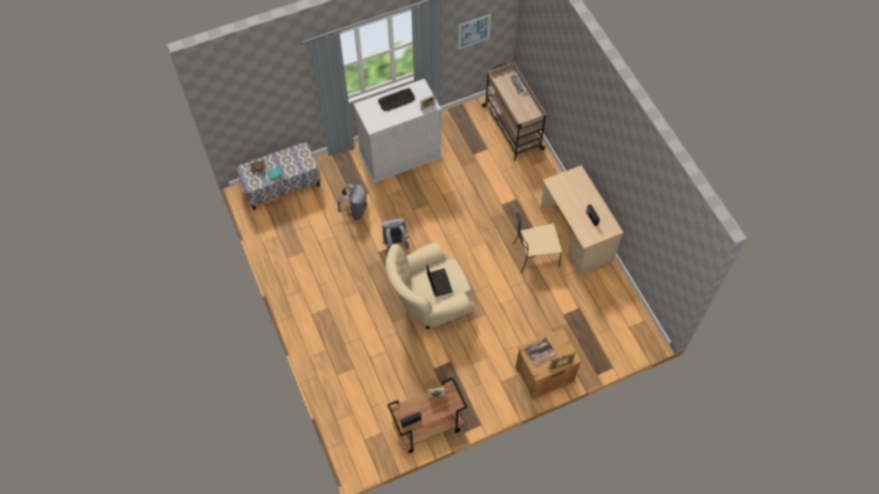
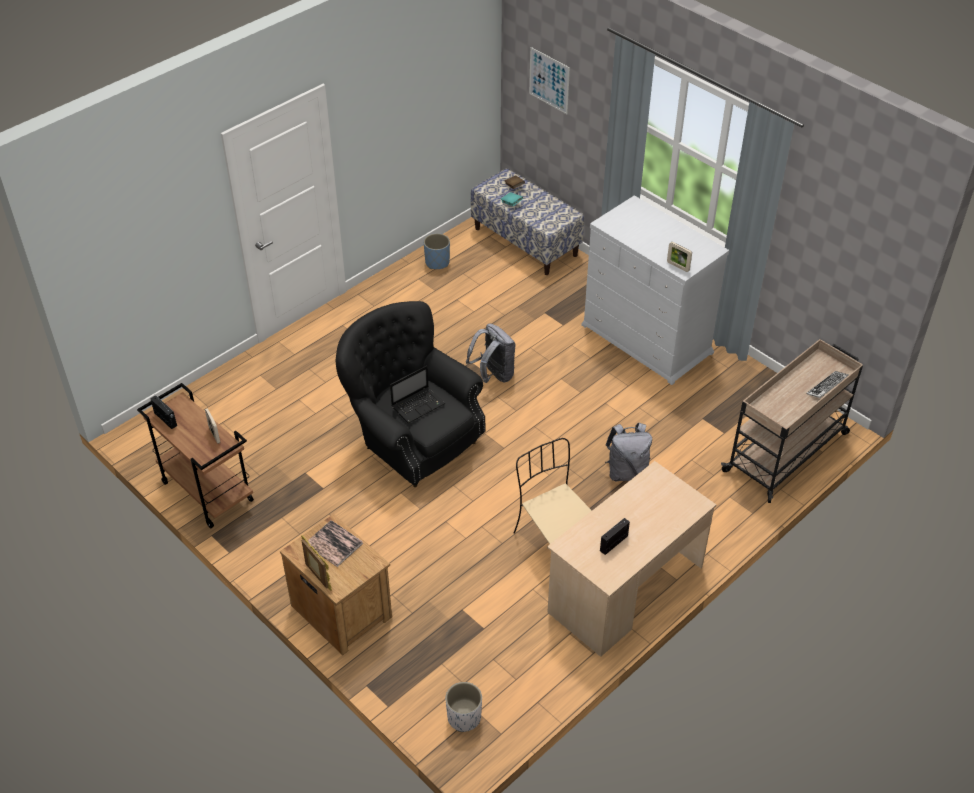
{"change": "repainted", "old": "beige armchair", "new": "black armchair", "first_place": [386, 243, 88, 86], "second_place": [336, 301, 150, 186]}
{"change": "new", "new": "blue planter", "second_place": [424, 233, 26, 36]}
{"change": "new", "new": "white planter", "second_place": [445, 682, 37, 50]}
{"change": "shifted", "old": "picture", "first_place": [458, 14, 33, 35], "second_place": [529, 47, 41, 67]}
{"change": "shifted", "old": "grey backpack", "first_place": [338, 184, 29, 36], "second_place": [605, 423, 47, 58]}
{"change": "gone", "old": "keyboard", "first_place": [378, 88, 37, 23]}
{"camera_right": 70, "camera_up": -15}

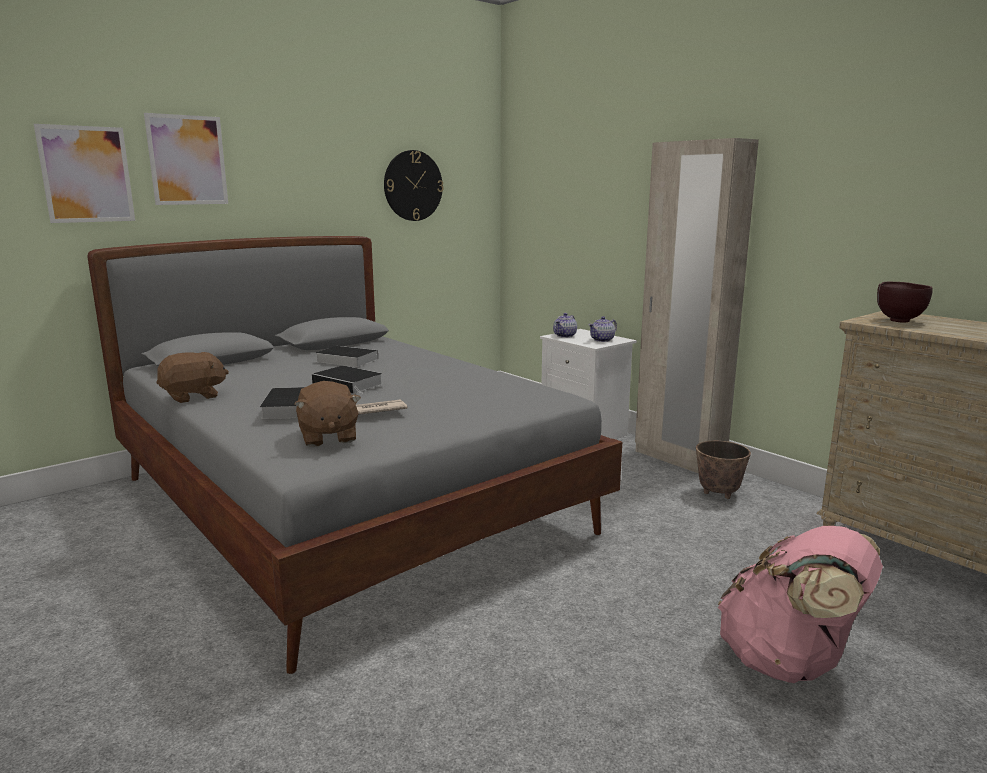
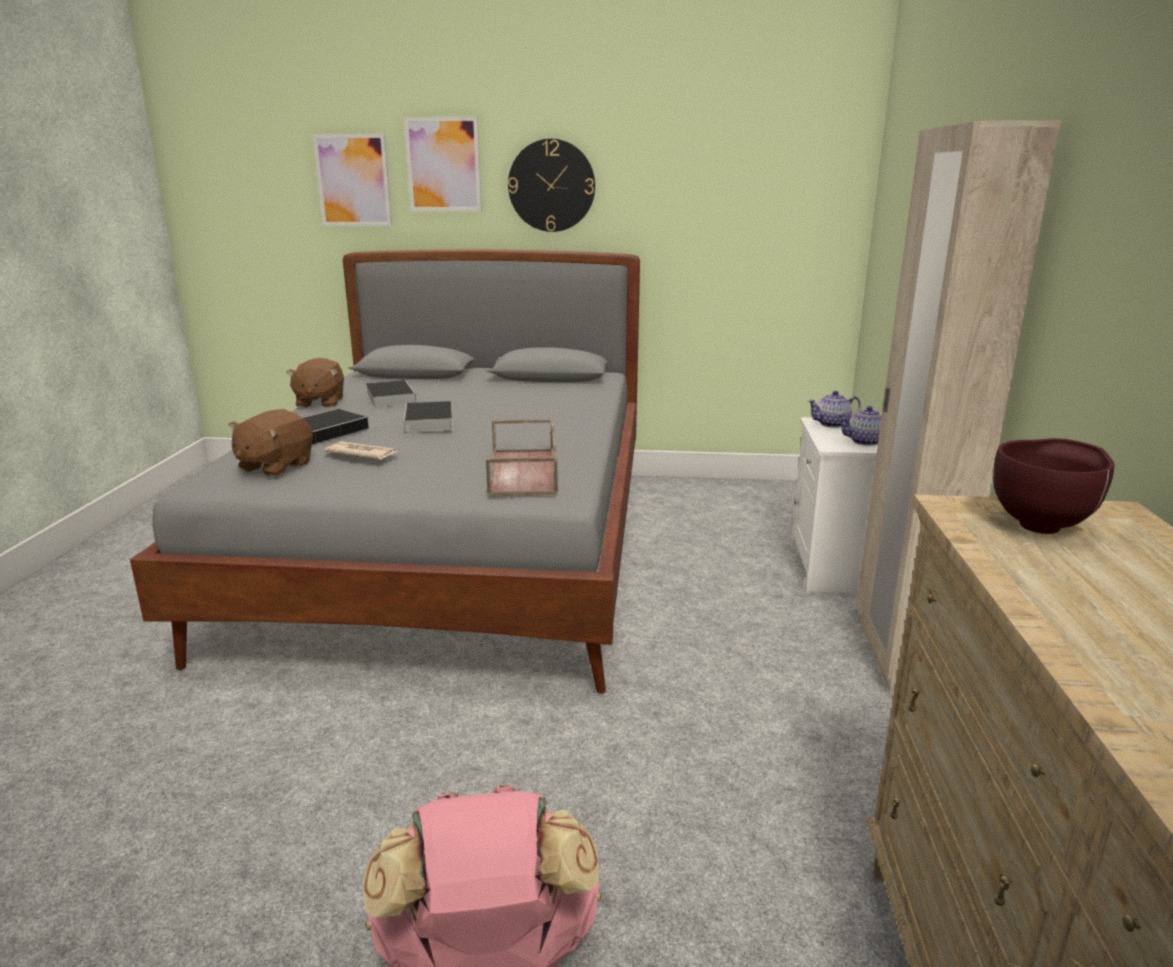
{"change": "rotated", "old": "brown plush toy", "first_place": [156, 352, 73, 51], "second_place": [286, 358, 58, 50], "degrees": 75}
{"change": "shifted", "old": "book", "first_place": [316, 346, 62, 21], "second_place": [366, 380, 50, 28]}
{"change": "new", "new": "brown tray", "second_place": [486, 419, 72, 78]}
{"change": "shifted", "old": "wall clock", "first_place": [384, 150, 60, 71], "second_place": [508, 139, 87, 93]}
{"change": "gone", "old": "planter", "first_place": [696, 441, 55, 58]}
{"camera_right": 45, "camera_up": 5}

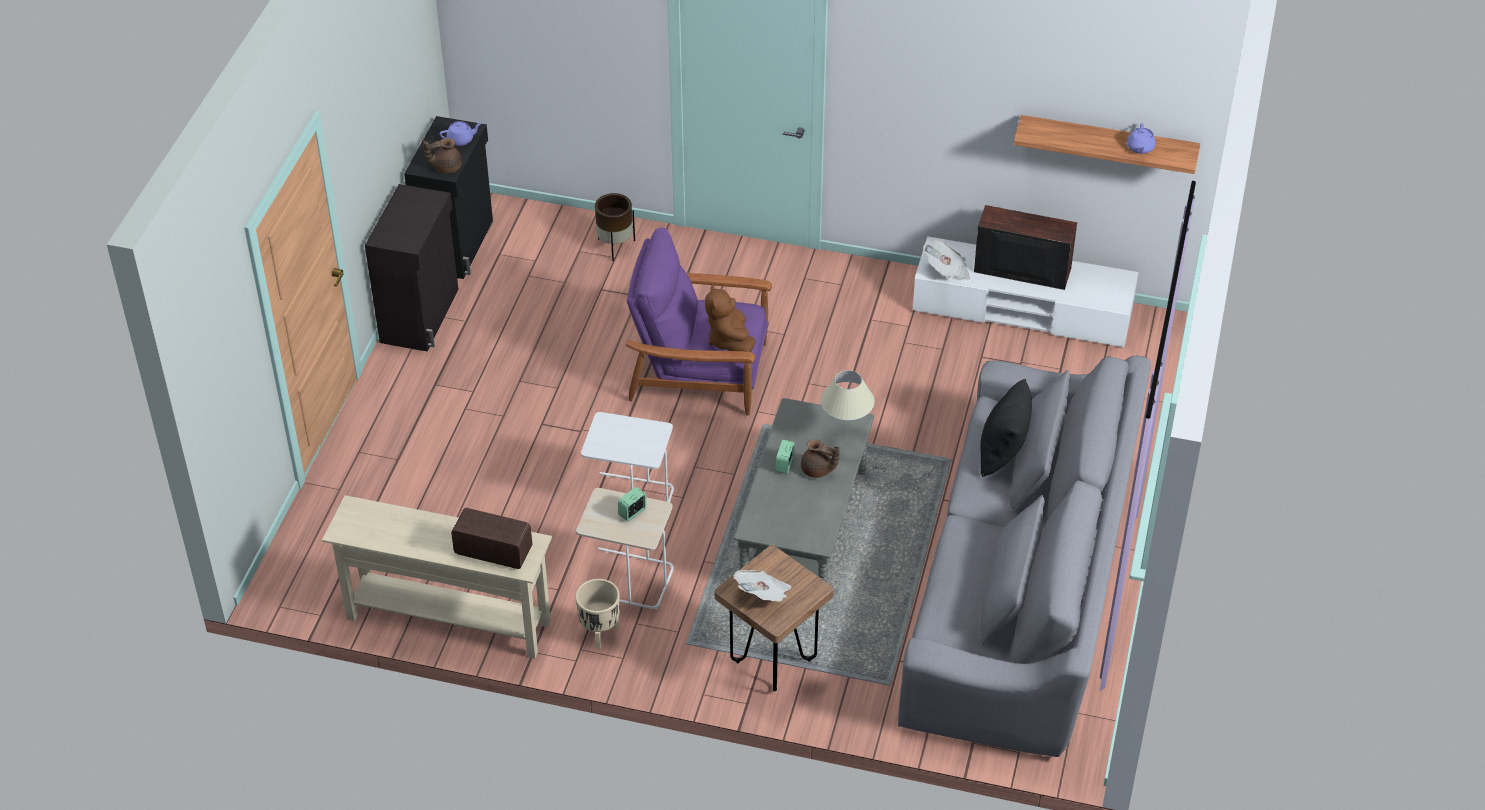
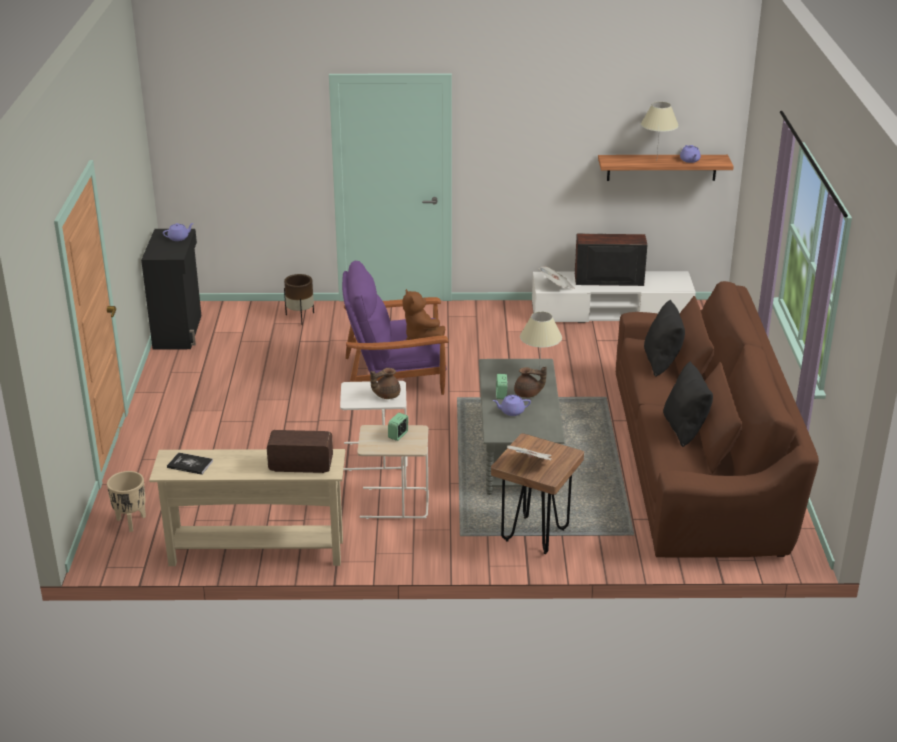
{"change": "shifted", "old": "beige planter", "first_place": [576, 579, 44, 70], "second_place": [107, 471, 39, 61]}
{"change": "new", "new": "book", "second_place": [167, 452, 46, 23]}
{"change": "shifted", "old": "brown teapot", "first_place": [423, 138, 39, 35], "second_place": [370, 368, 30, 31]}
{"change": "new", "new": "purple teapot", "second_place": [493, 395, 38, 21]}
{"change": "repainted", "old": "grey sofa", "new": "brown sofa", "first_place": [898, 355, 253, 402], "second_place": [616, 281, 203, 277]}
{"change": "new", "new": "beige table lamp", "second_place": [641, 102, 38, 52]}
{"change": "new", "new": "black pillow", "second_place": [663, 361, 50, 86]}
{"change": "gone", "old": "black cabinet", "first_place": [365, 184, 94, 167]}
{"camera_right": -15, "camera_up": -15}

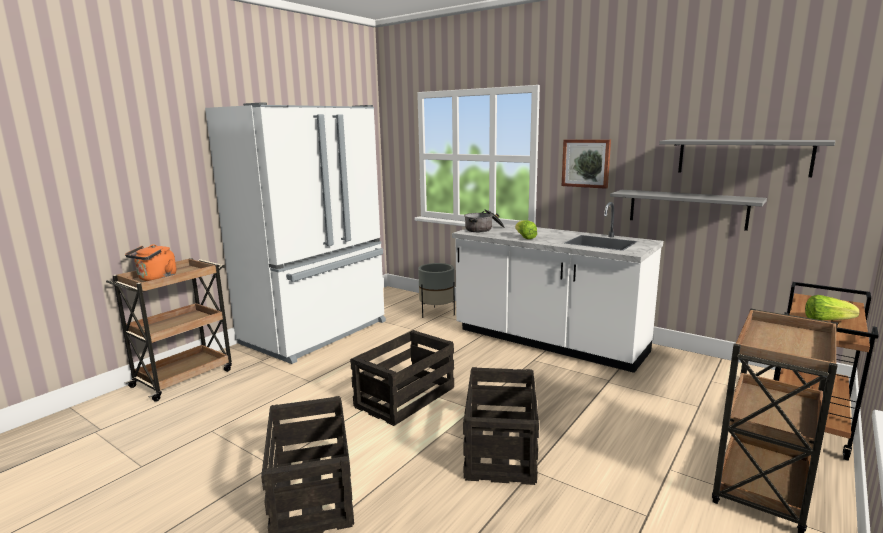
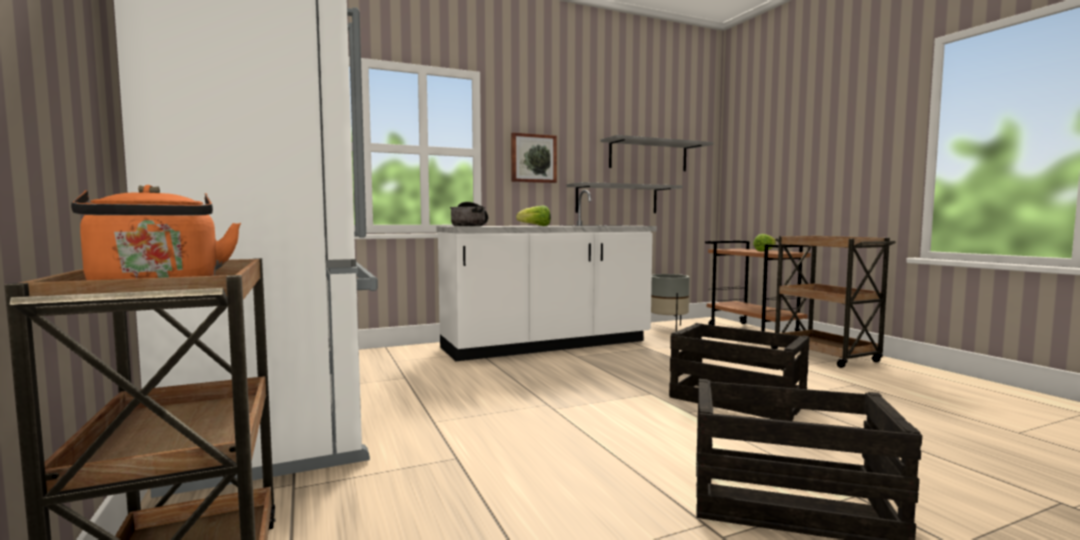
{"change": "shifted", "old": "grey planter", "first_place": [418, 263, 37, 55], "second_place": [651, 274, 38, 58]}
{"change": "gone", "old": "crate", "first_place": [350, 330, 104, 96]}
{"camera_right": -60, "camera_up": -10}

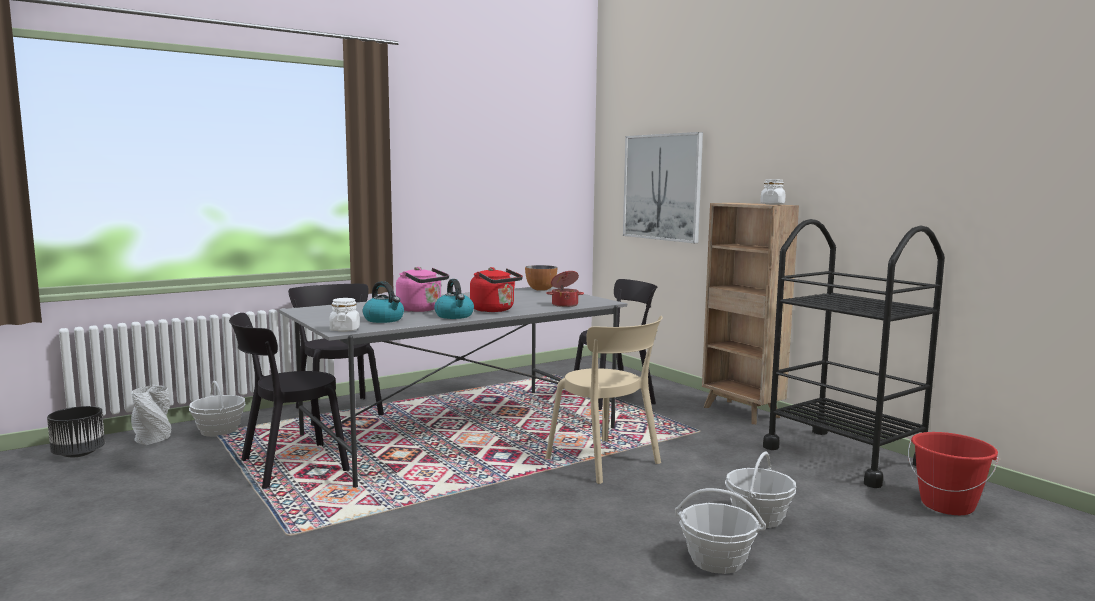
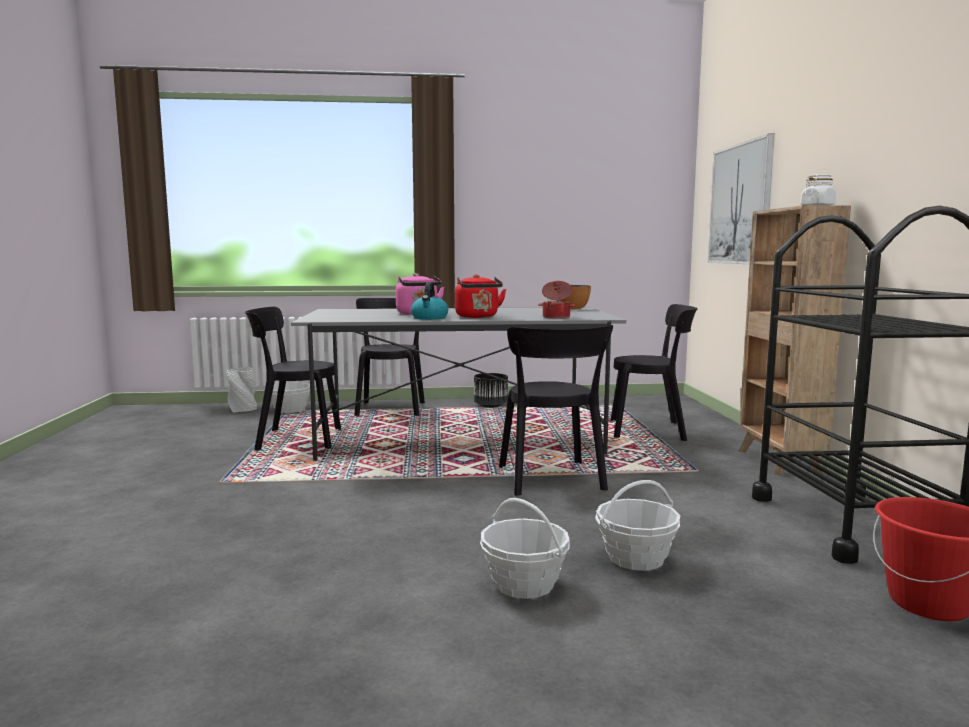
{"change": "shifted", "old": "black planter", "first_place": [47, 406, 58, 51], "second_place": [474, 373, 34, 35]}
{"change": "repainted", "old": "beige chair", "new": "black chair", "first_place": [546, 316, 117, 168], "second_place": [499, 325, 114, 171]}
{"change": "gone", "old": "white jar", "first_place": [329, 298, 31, 34]}
{"change": "gone", "old": "kettle", "first_place": [363, 281, 41, 42]}
{"camera_right": 30, "camera_up": 0}

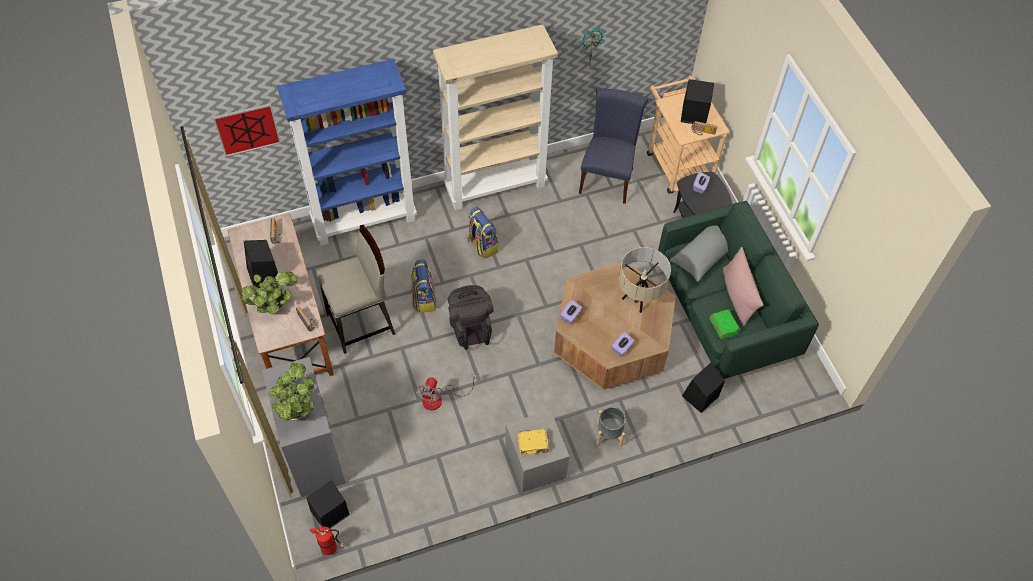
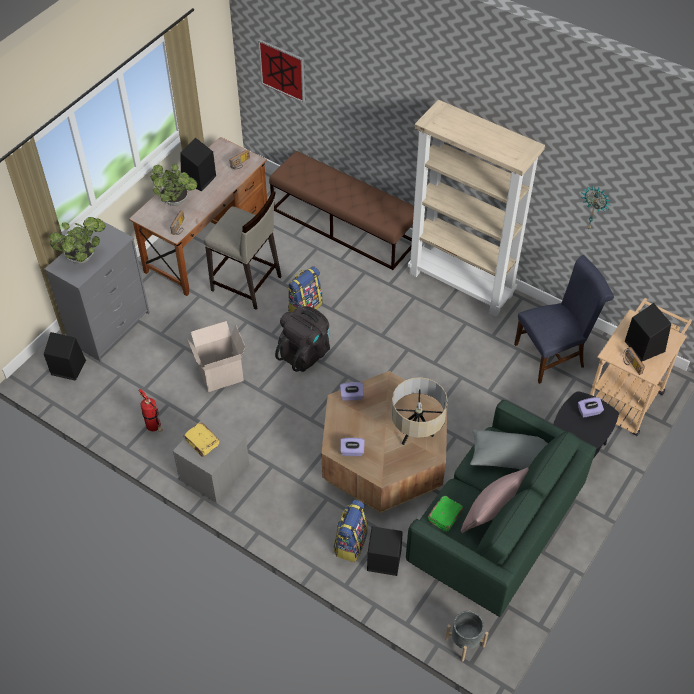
{"change": "shifted", "old": "fire extinguisher", "first_place": [310, 526, 34, 29], "second_place": [139, 389, 24, 43]}
{"change": "swapped", "old": "fan", "new": "cardboard box", "first_place": [416, 374, 61, 36], "second_place": [188, 321, 57, 71]}
{"change": "swapped", "old": "blue bookcase", "new": "brown bench", "first_place": [277, 59, 140, 187], "second_place": [269, 151, 145, 119]}
{"change": "shifted", "old": "backpack", "first_place": [468, 207, 30, 52], "second_place": [334, 500, 34, 62]}
{"change": "shifted", "old": "grey planter", "first_place": [597, 407, 29, 40], "second_place": [445, 611, 43, 51]}
{"camera_right": 55, "camera_up": -5}

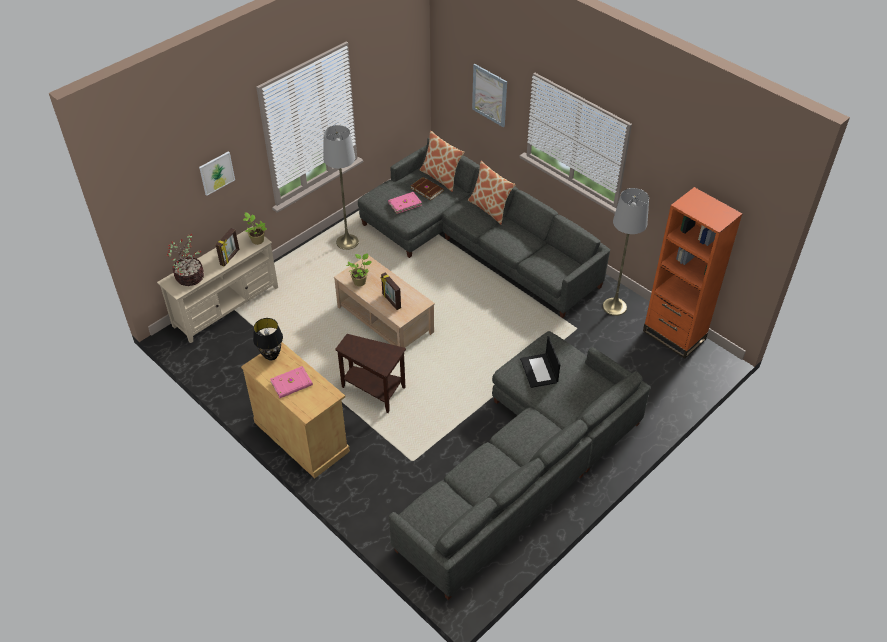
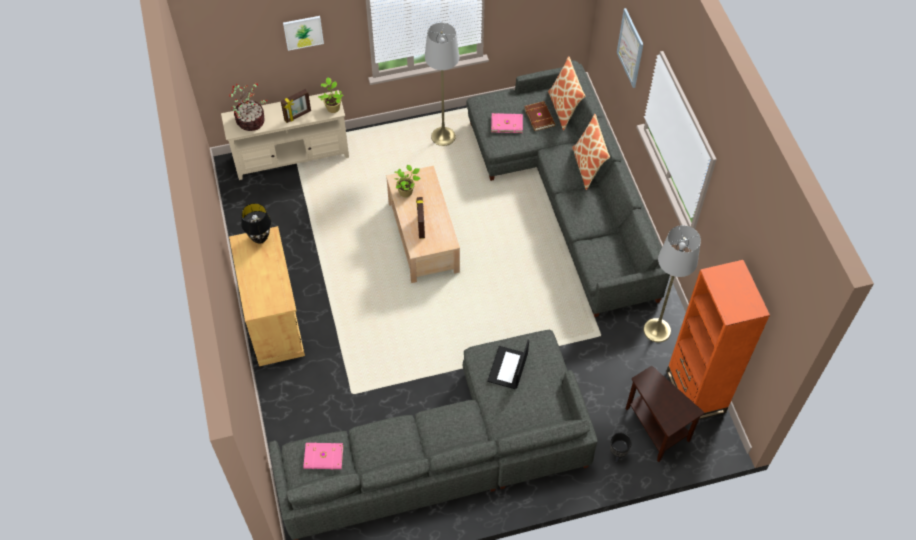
{"change": "shifted", "old": "pink book", "first_place": [270, 366, 43, 32], "second_place": [303, 443, 41, 27]}
{"change": "new", "new": "black planter", "second_place": [610, 433, 22, 29]}
{"change": "shifted", "old": "brown side table", "first_place": [335, 334, 71, 79], "second_place": [626, 366, 78, 96]}
{"camera_right": 30, "camera_up": 10}

